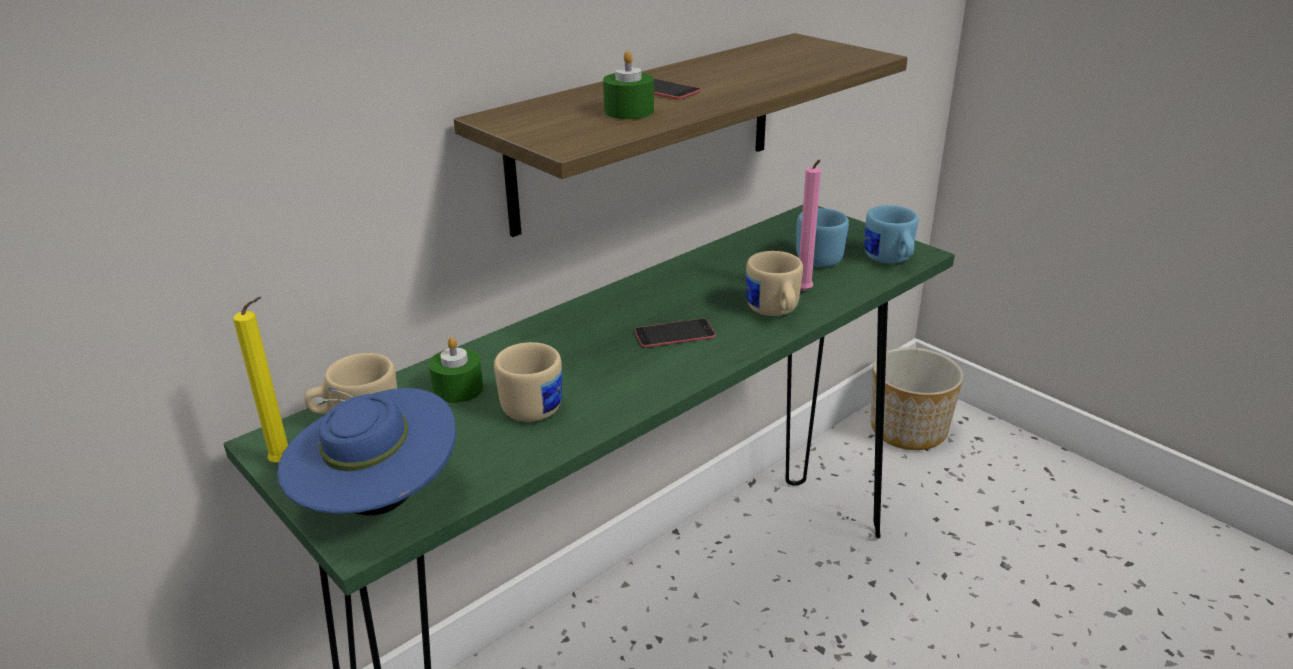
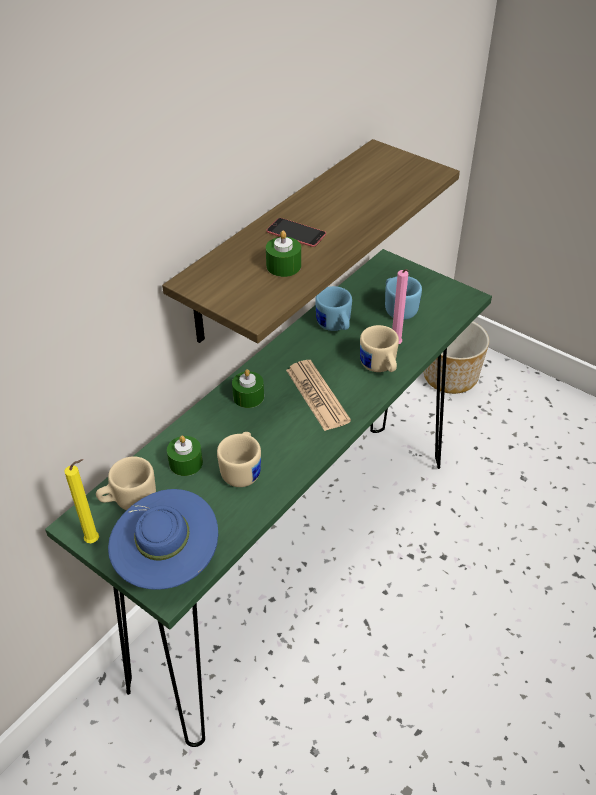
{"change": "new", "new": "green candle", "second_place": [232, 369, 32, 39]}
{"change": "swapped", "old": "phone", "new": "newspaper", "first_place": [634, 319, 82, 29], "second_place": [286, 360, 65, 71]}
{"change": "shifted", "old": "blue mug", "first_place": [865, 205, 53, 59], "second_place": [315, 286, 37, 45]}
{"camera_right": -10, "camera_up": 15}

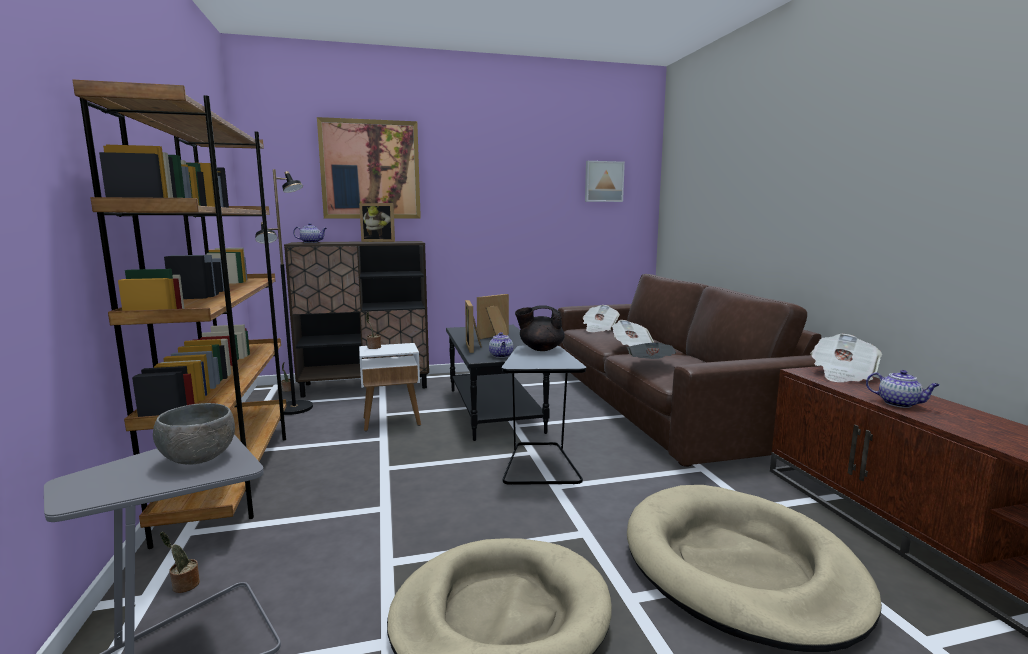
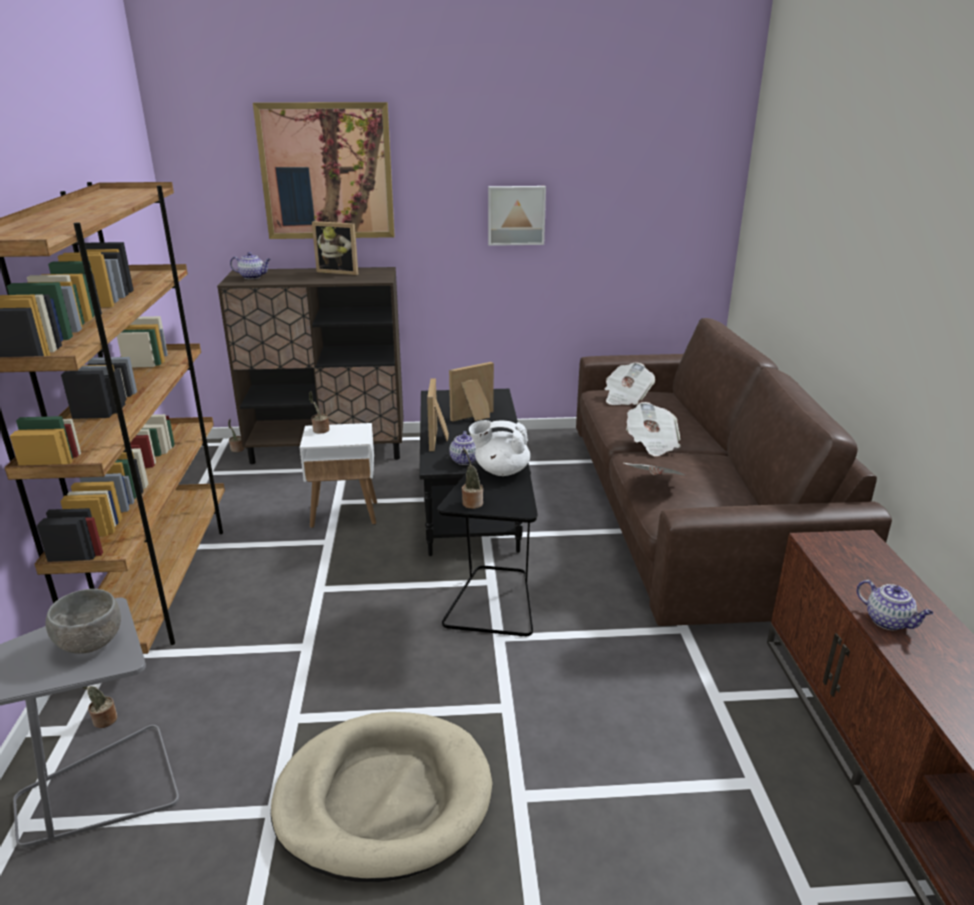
{"change": "new", "new": "potted plant", "second_place": [462, 448, 21, 61]}
{"change": "repainted", "old": "black teapot", "new": "white teapot", "first_place": [515, 305, 50, 46], "second_place": [469, 420, 61, 56]}
{"change": "shifted", "old": "picture", "first_place": [585, 161, 40, 41], "second_place": [488, 186, 58, 60]}
{"change": "gone", "old": "black floor lamp", "first_place": [255, 169, 58, 246]}
{"change": "gone", "old": "beige dog bed", "first_place": [627, 485, 255, 167]}
{"change": "gone", "old": "newspaper", "first_place": [811, 334, 71, 48]}
{"camera_right": 10, "camera_up": 15}

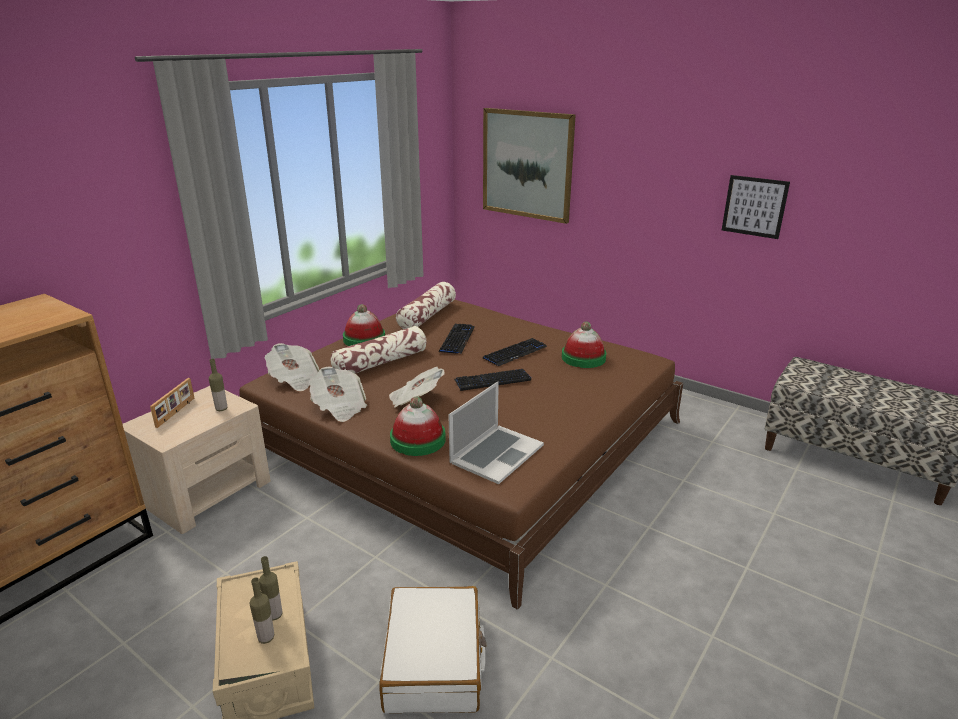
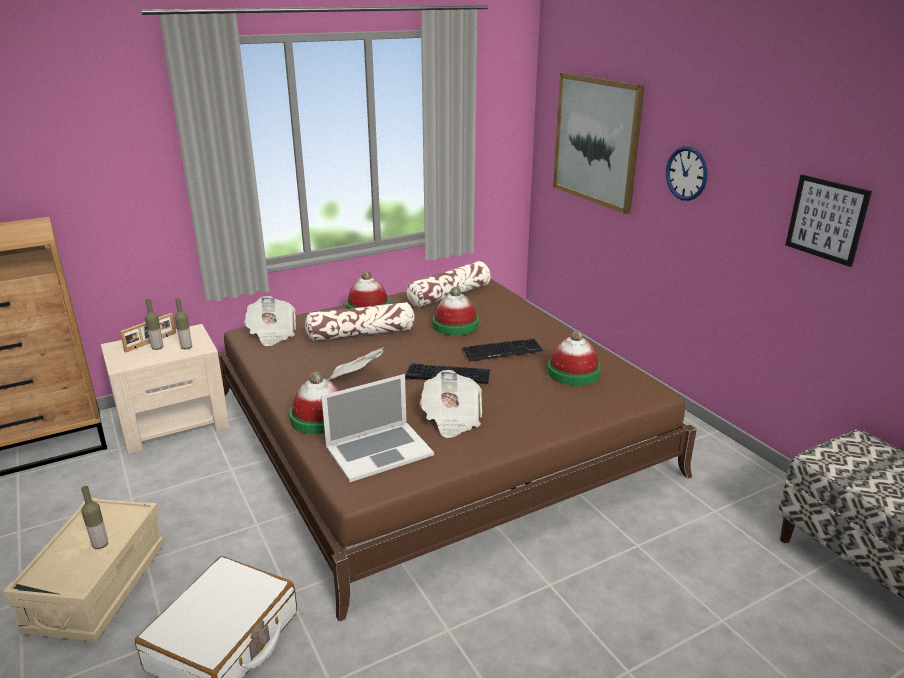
{"change": "shifted", "old": "bottle", "first_place": [249, 578, 25, 66], "second_place": [145, 299, 18, 51]}
{"change": "shifted", "old": "newspaper", "first_place": [309, 366, 58, 56], "second_place": [420, 370, 62, 68]}
{"change": "swapped", "old": "keyboard", "new": "hat", "first_place": [439, 324, 35, 30], "second_place": [433, 287, 46, 48]}
{"change": "new", "new": "wall clock", "second_place": [666, 146, 42, 55]}
{"camera_right": 25, "camera_up": 0}

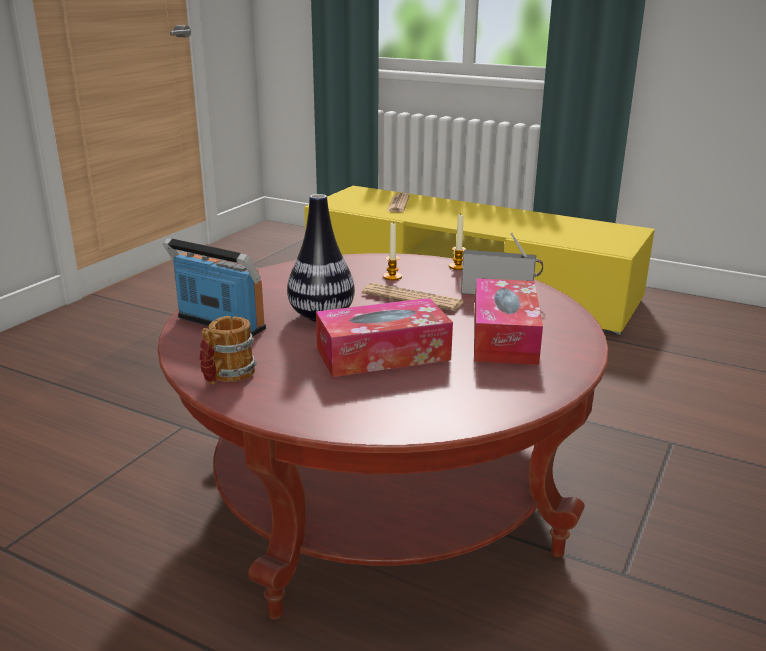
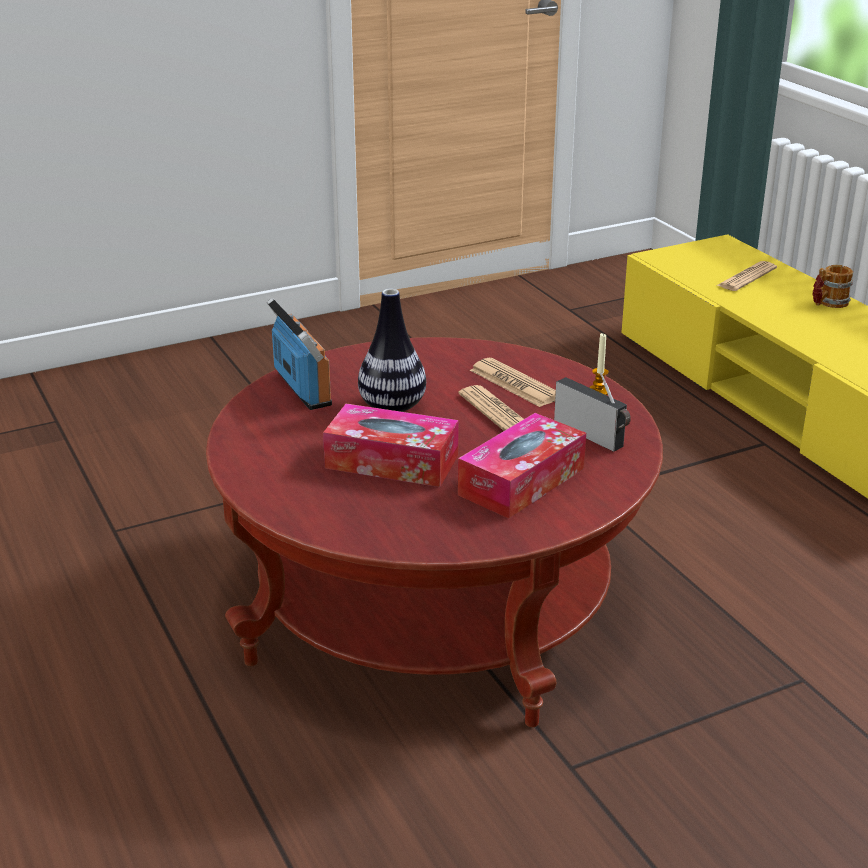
{"change": "swapped", "old": "candle", "new": "newspaper", "first_place": [383, 223, 19, 57], "second_place": [470, 358, 86, 49]}
{"change": "shifted", "old": "mug", "first_place": [200, 316, 57, 69], "second_place": [813, 265, 40, 43]}
{"camera_right": 35, "camera_up": 5}

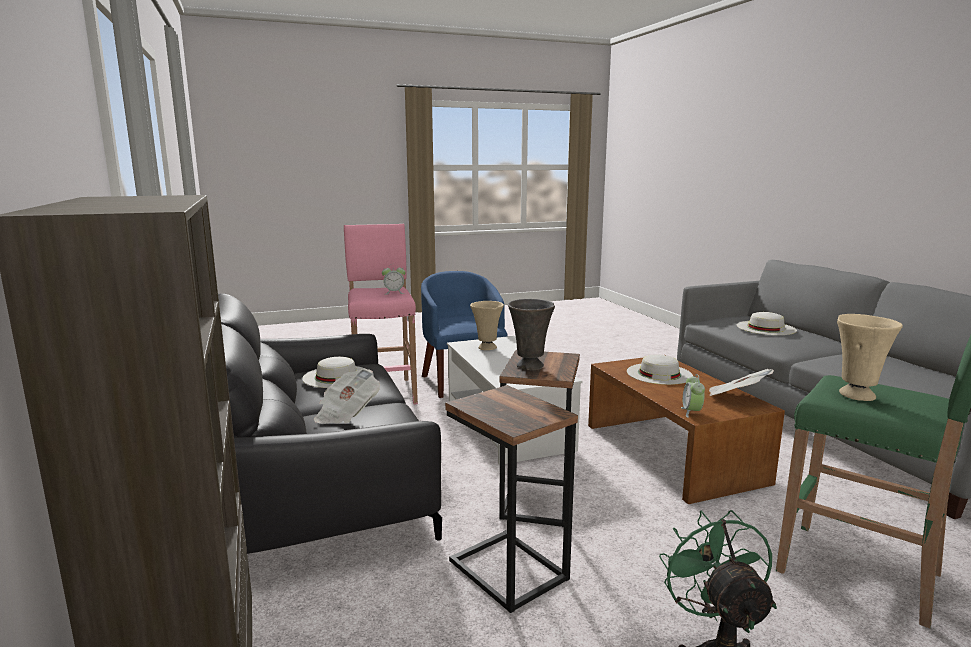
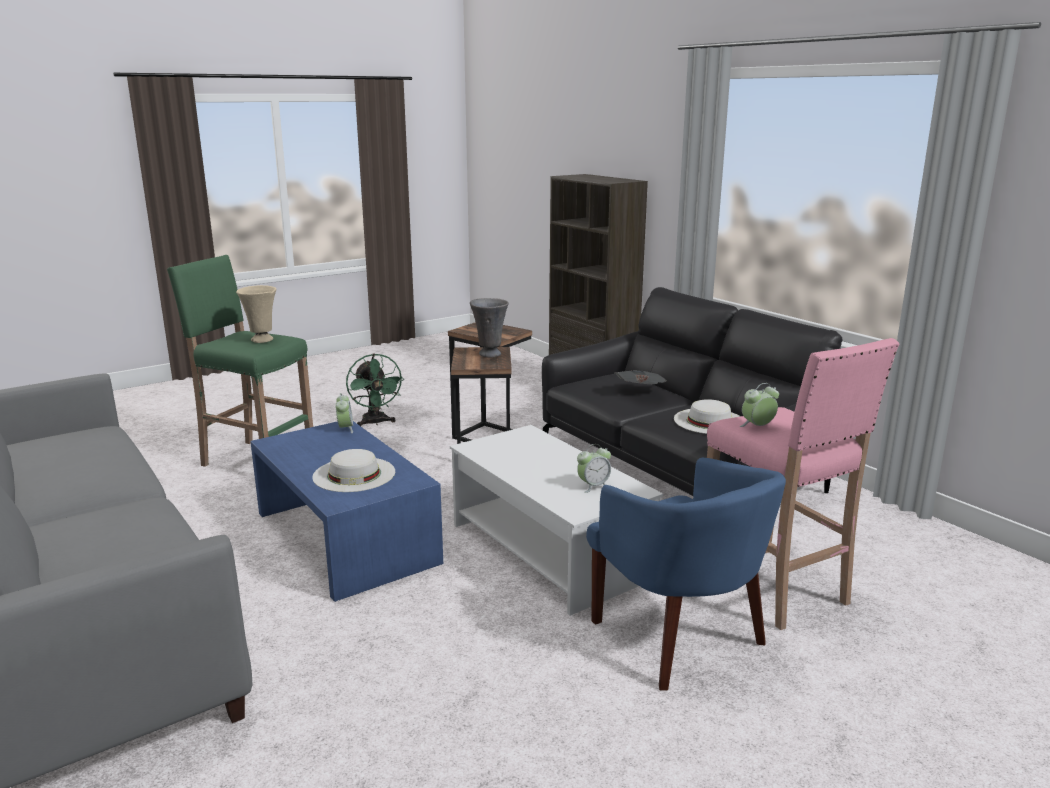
{"change": "repainted", "old": "brown coffee table", "new": "blue coffee table", "first_place": [588, 355, 197, 149], "second_place": [250, 421, 193, 181]}
{"change": "swapped", "old": "beige vase", "new": "alarm clock", "first_place": [470, 301, 34, 49], "second_place": [577, 444, 34, 49]}
{"change": "gone", "old": "newspaper", "first_place": [709, 369, 65, 27]}
{"change": "gone", "old": "white hat", "first_place": [737, 312, 60, 23]}
{"camera_right": 165, "camera_up": 5}

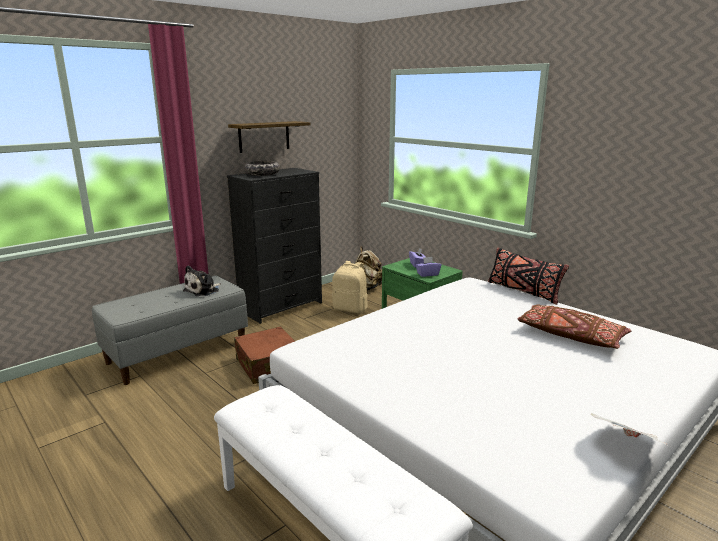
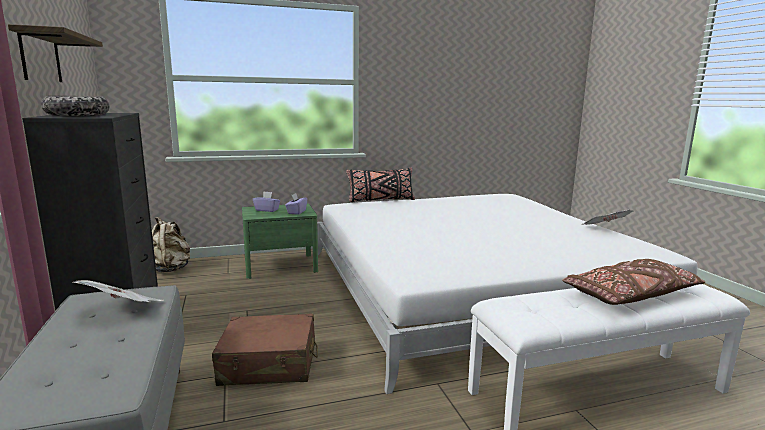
{"change": "swapped", "old": "plush toy", "new": "newspaper", "first_place": [183, 265, 38, 31], "second_place": [73, 280, 91, 22]}
{"change": "shifted", "old": "brown pillow", "first_place": [518, 304, 114, 45], "second_place": [562, 259, 143, 46]}
{"change": "gone", "old": "beige backpack", "first_place": [332, 261, 35, 52]}
{"camera_right": -65, "camera_up": -5}

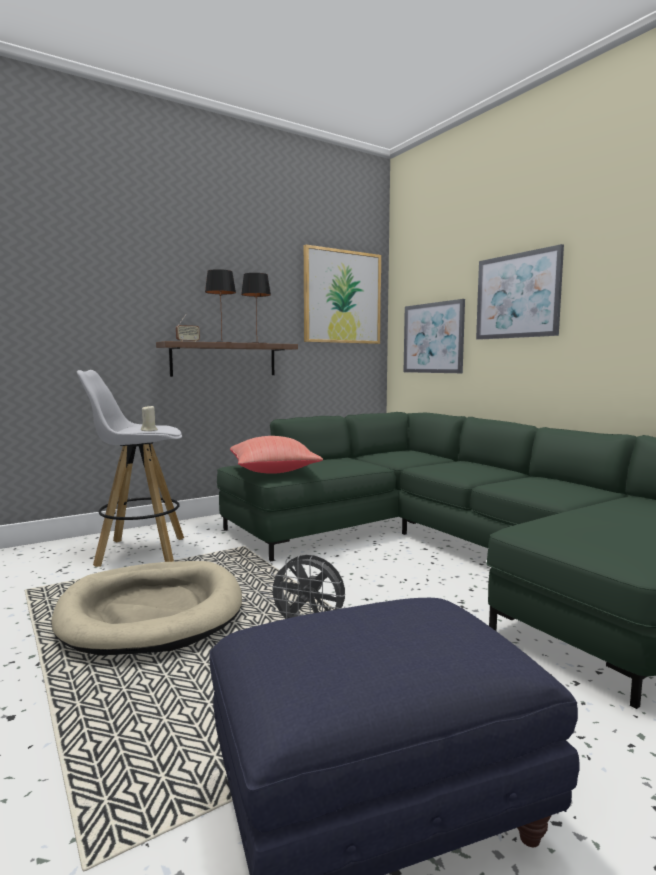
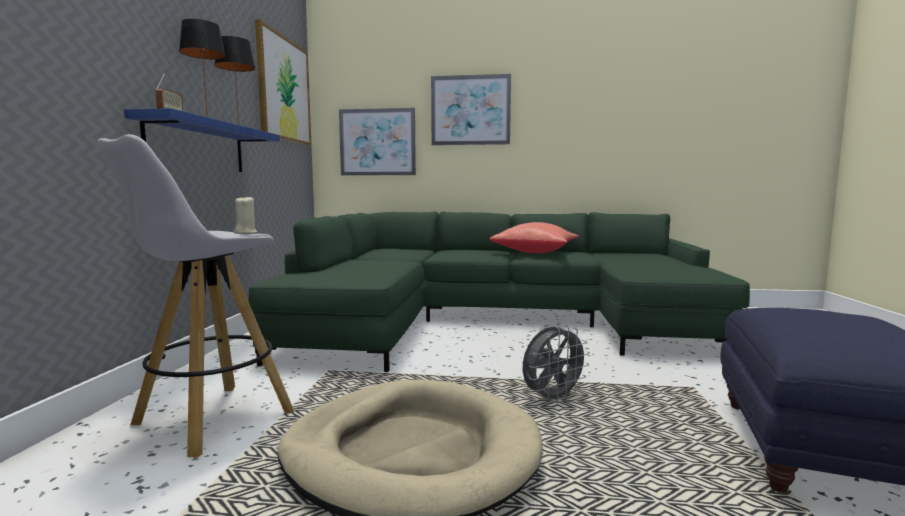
{"change": "repainted", "old": "brown shelf", "new": "blue shelf", "first_place": [156, 341, 142, 36], "second_place": [124, 108, 156, 64]}
{"change": "shifted", "old": "red pillow", "first_place": [230, 436, 93, 38], "second_place": [490, 222, 89, 31]}
{"camera_right": -50, "camera_up": 0}

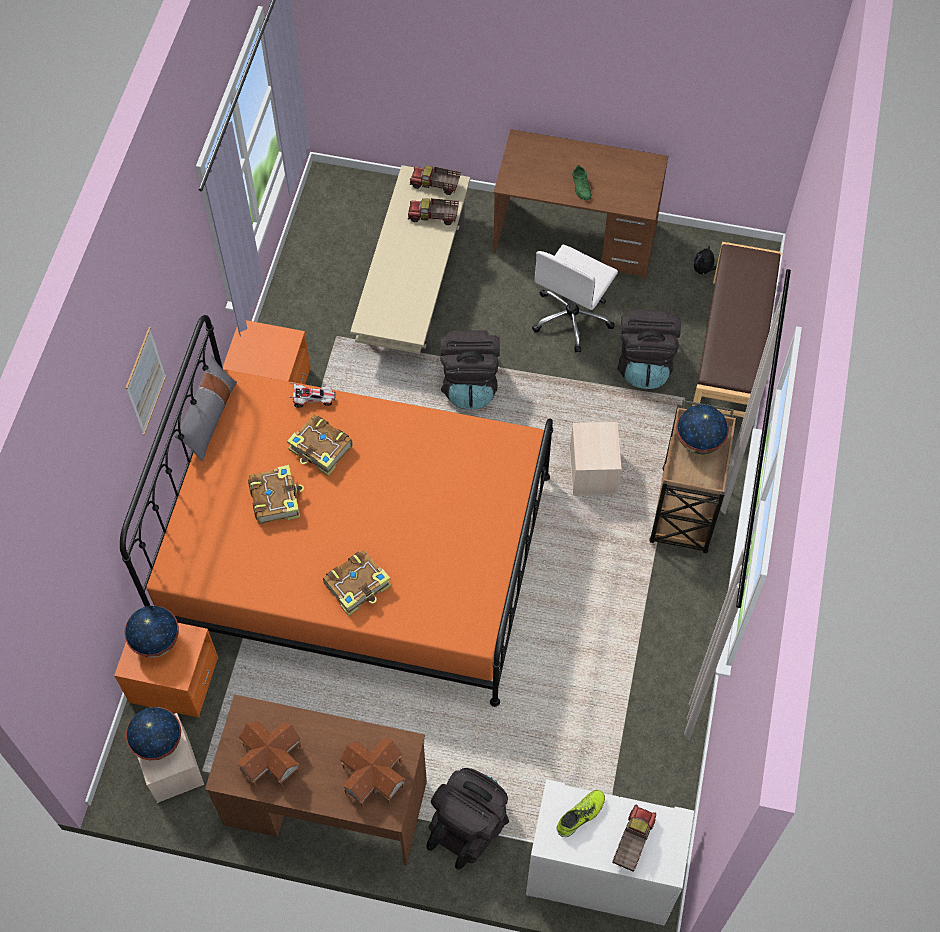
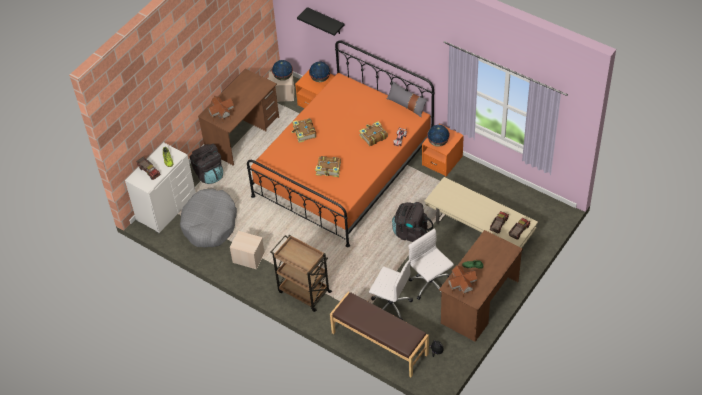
{"change": "new", "new": "grey dog bed", "second_place": [180, 189, 57, 59]}
{"change": "shifted", "old": "beige storage box", "first_place": [570, 422, 52, 73], "second_place": [230, 231, 35, 38]}
{"change": "new", "new": "black shelf", "second_place": [297, 7, 47, 29]}
{"change": "shifted", "old": "book", "first_place": [248, 465, 56, 59], "second_place": [315, 156, 26, 21]}
{"change": "swapped", "old": "black backpack", "new": "white office chair", "first_place": [617, 309, 64, 80], "second_place": [369, 260, 44, 60]}
{"change": "shifted", "old": "globe", "first_place": [676, 404, 53, 50], "second_place": [427, 125, 23, 22]}
{"change": "shifted", "old": "toy house", "first_place": [236, 720, 65, 68], "second_place": [448, 265, 30, 32]}
{"change": "gone", "old": "picture", "first_place": [126, 327, 40, 108]}
{"camera_right": 115, "camera_up": -10}

